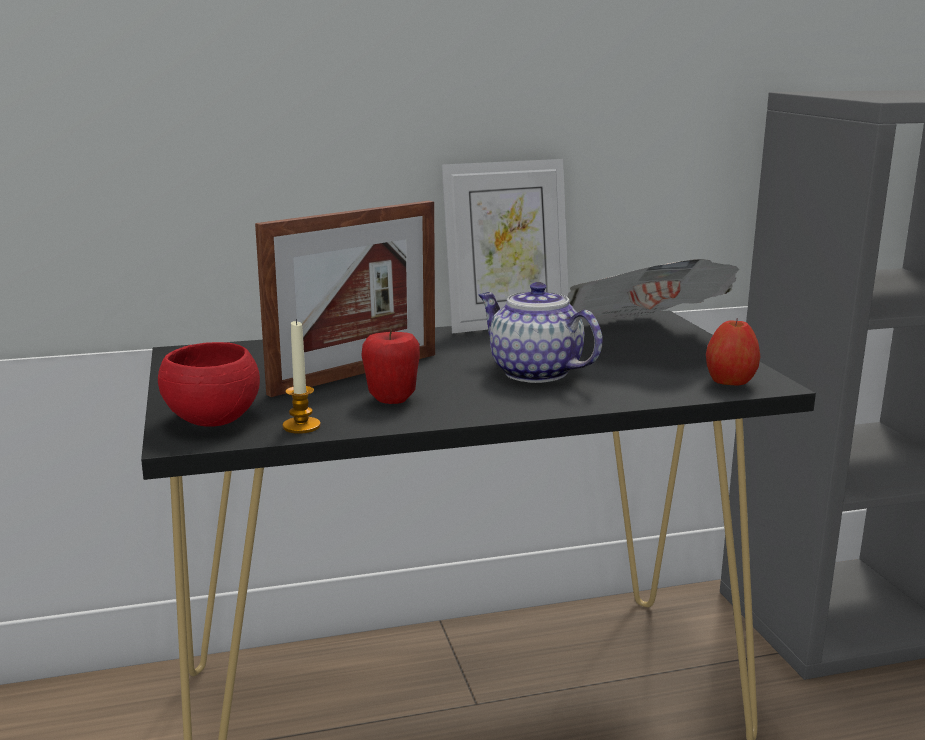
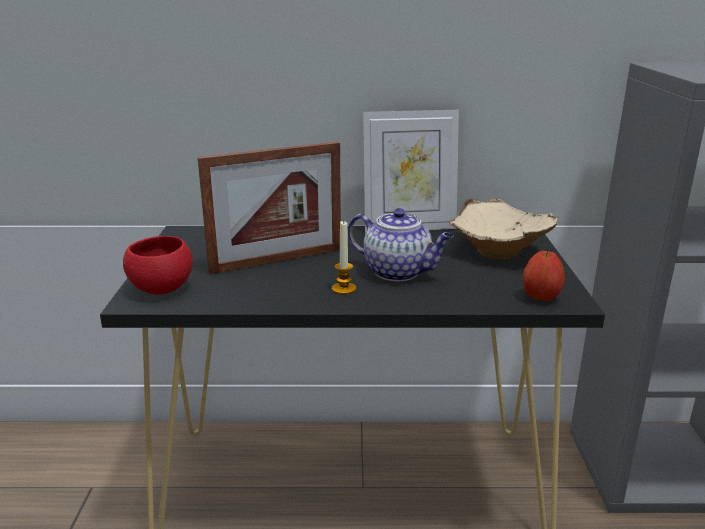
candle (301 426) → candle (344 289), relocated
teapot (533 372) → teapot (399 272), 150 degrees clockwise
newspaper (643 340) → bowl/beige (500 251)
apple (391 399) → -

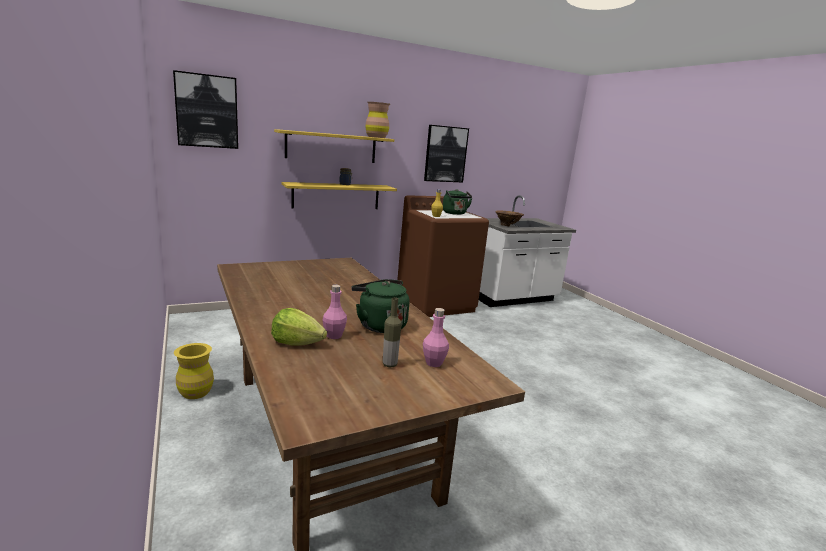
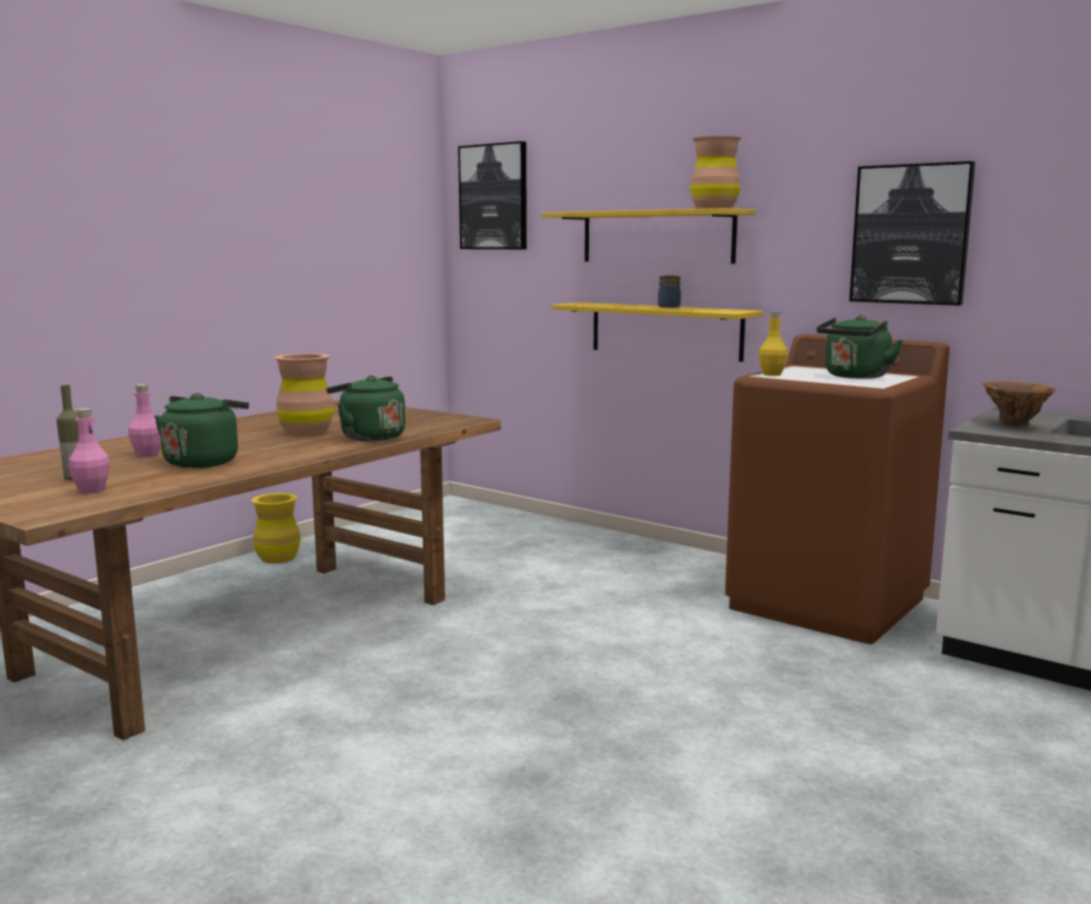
- → vase/brown (306 432)
- → kettle/green (369 437)
lettuce (297 343) → -

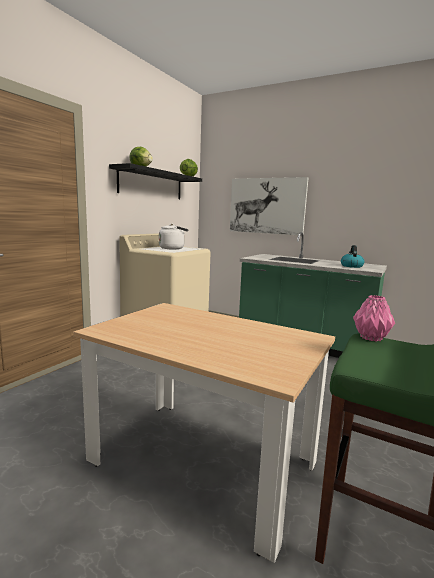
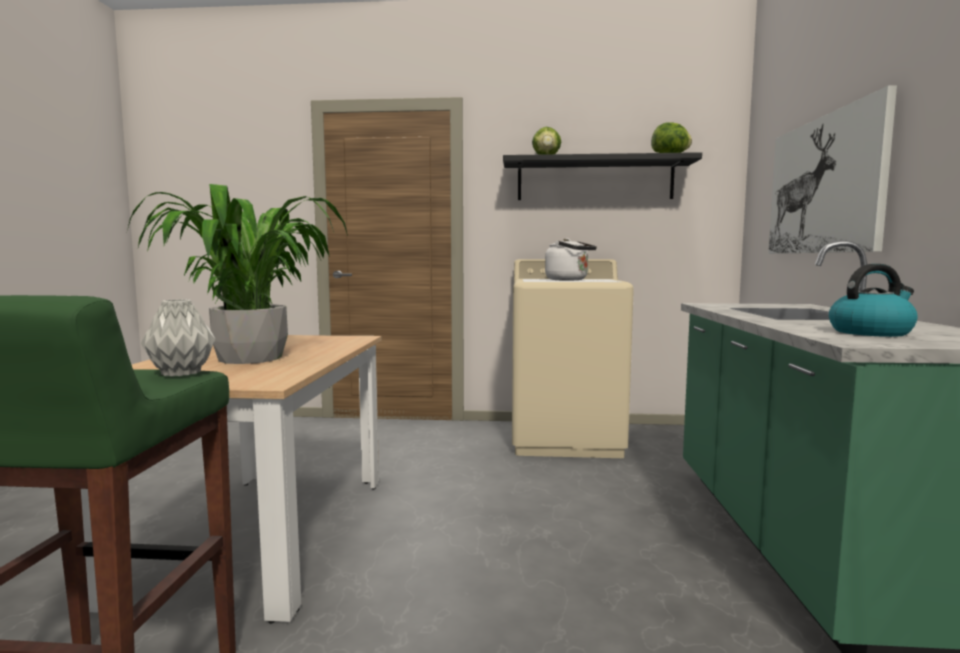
- → potted plant (252 358)
vase/pink (371 338) → vase/grey (180 373)

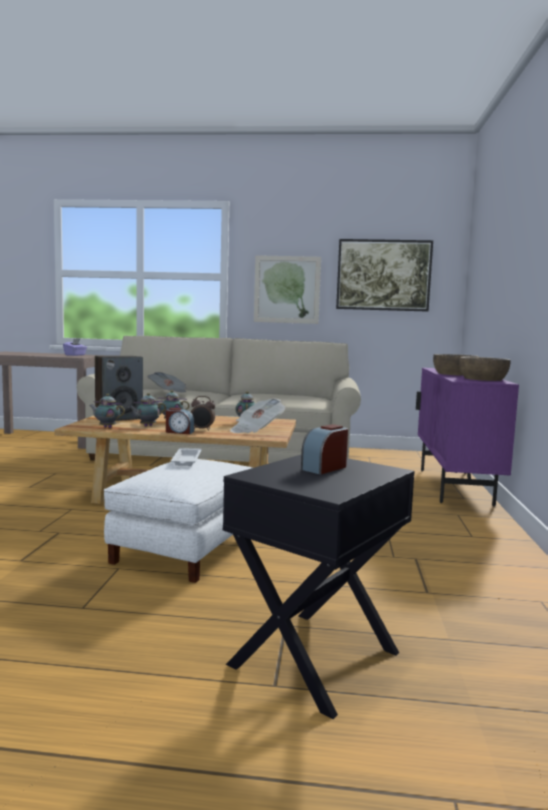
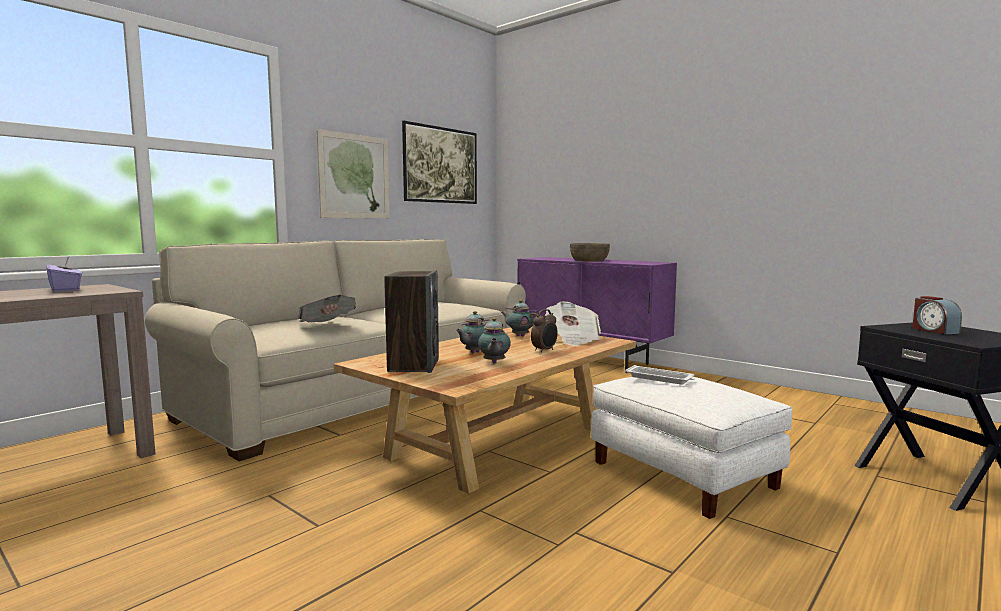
teapot (106 427) → -
alarm clock (179 432) → -
bowl/brown (483 379) → -

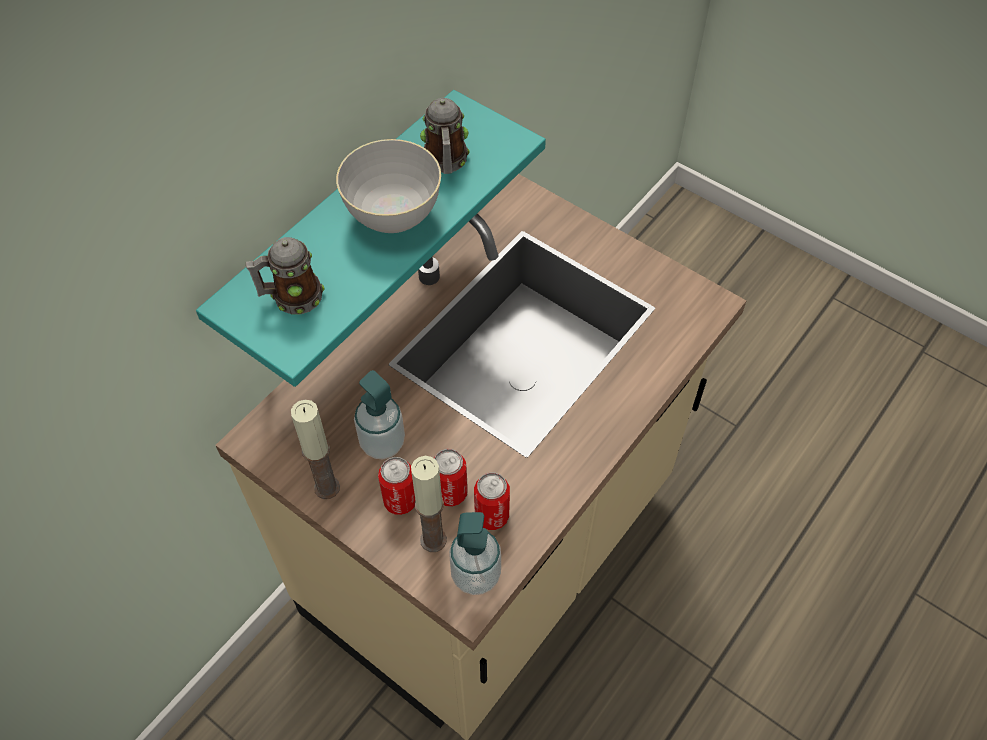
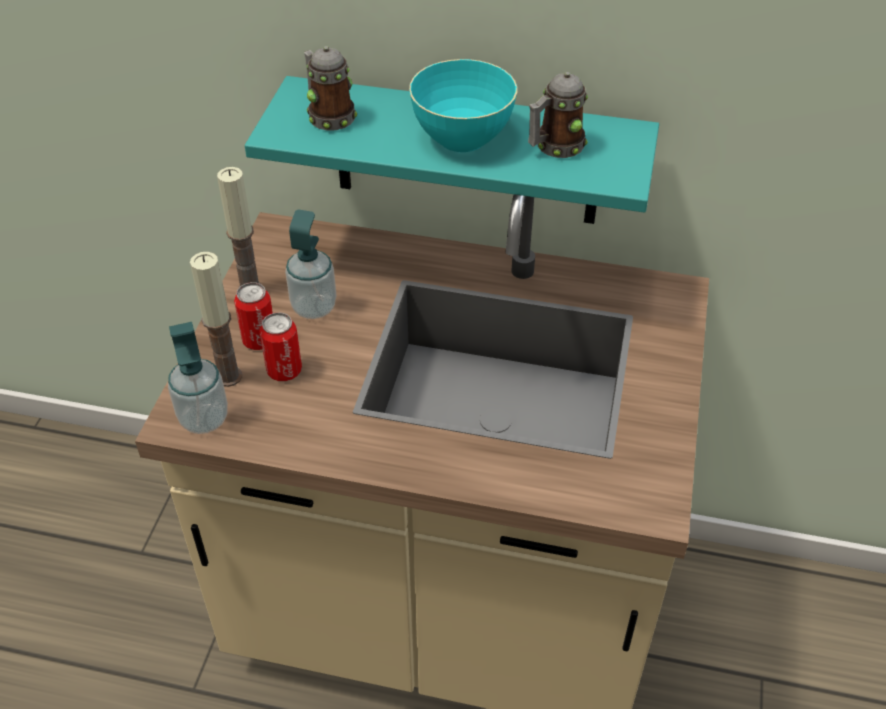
bowl/grey (393 215) → bowl/turquoise (462 138)
can (492 516) → -

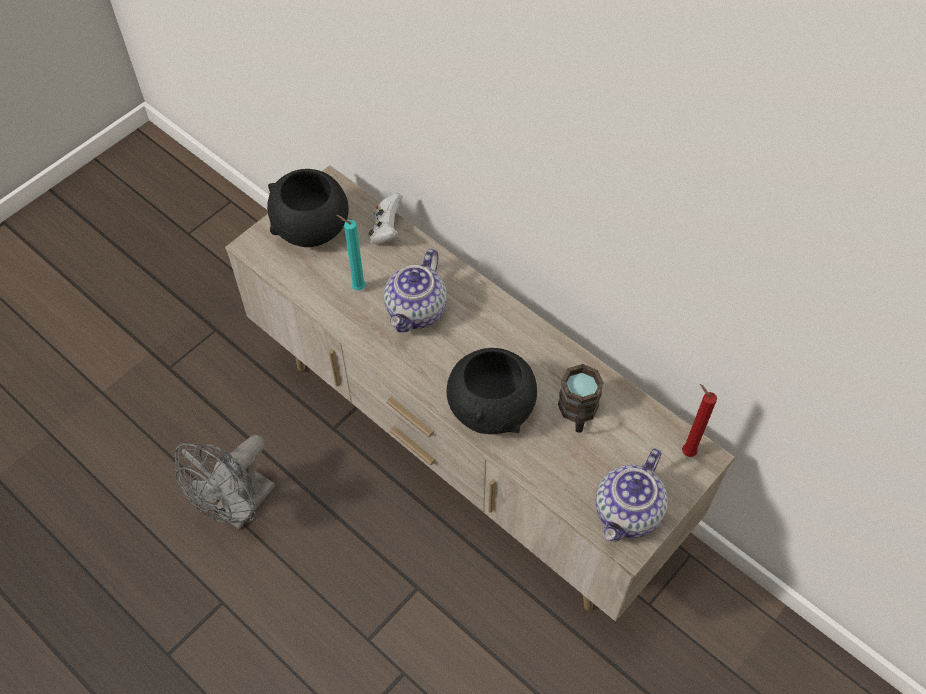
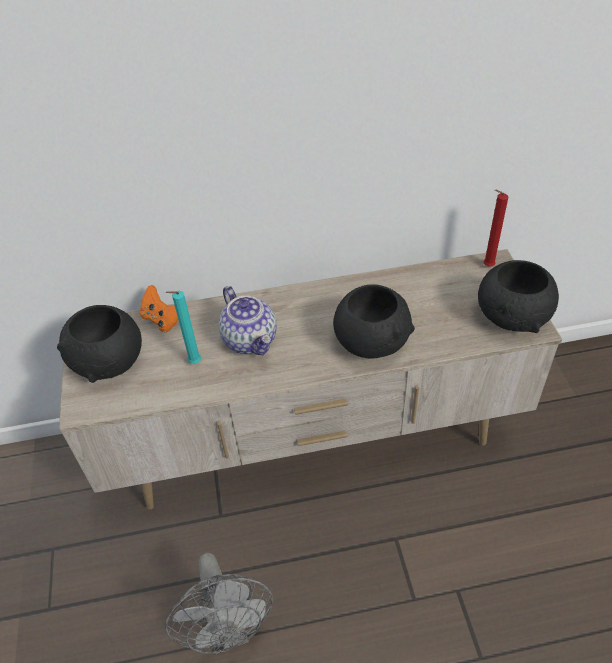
game controller/white (386 230) → game controller/orange (162 319)
teapot (628 513) → bowl/black (512 317)
mug/brown (578 413) → -

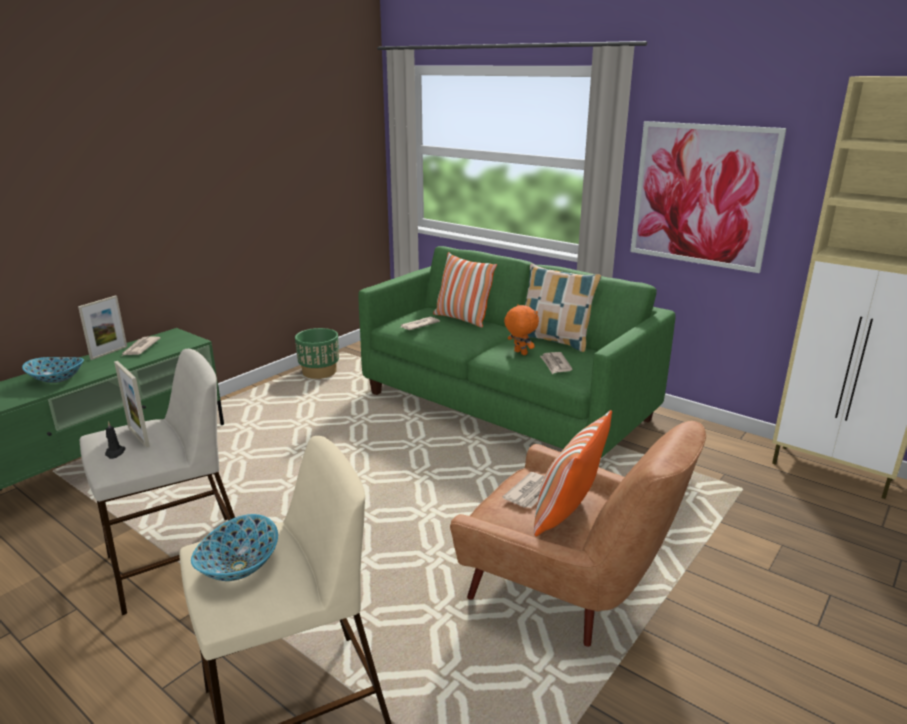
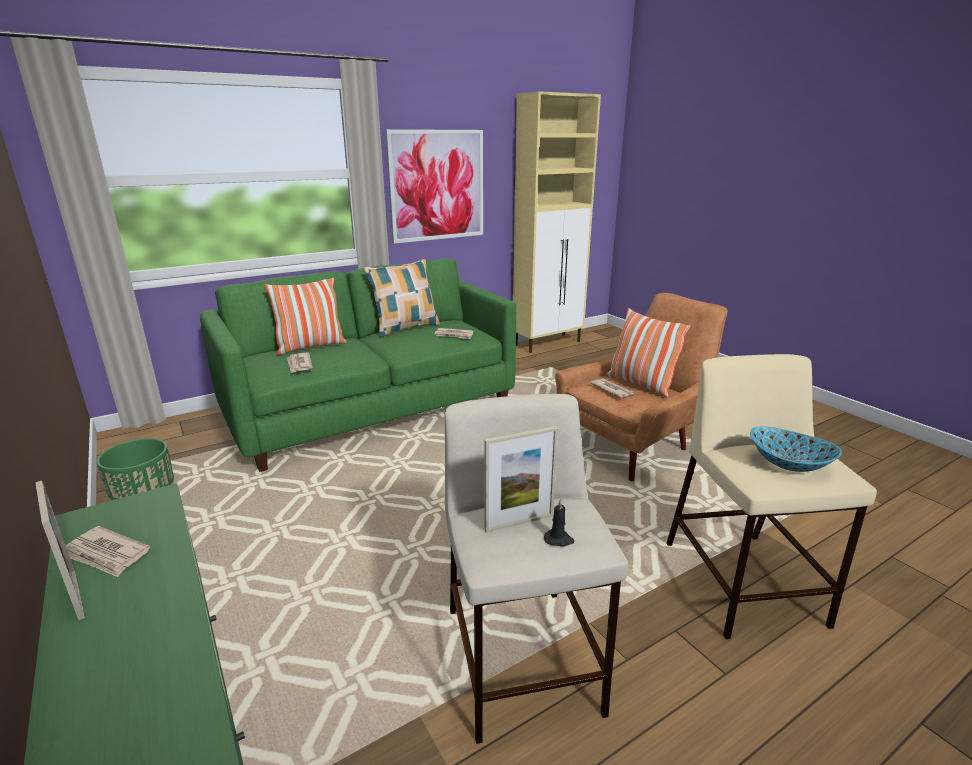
bowl (57 379) → -
plush toy/orange (519 353) → -

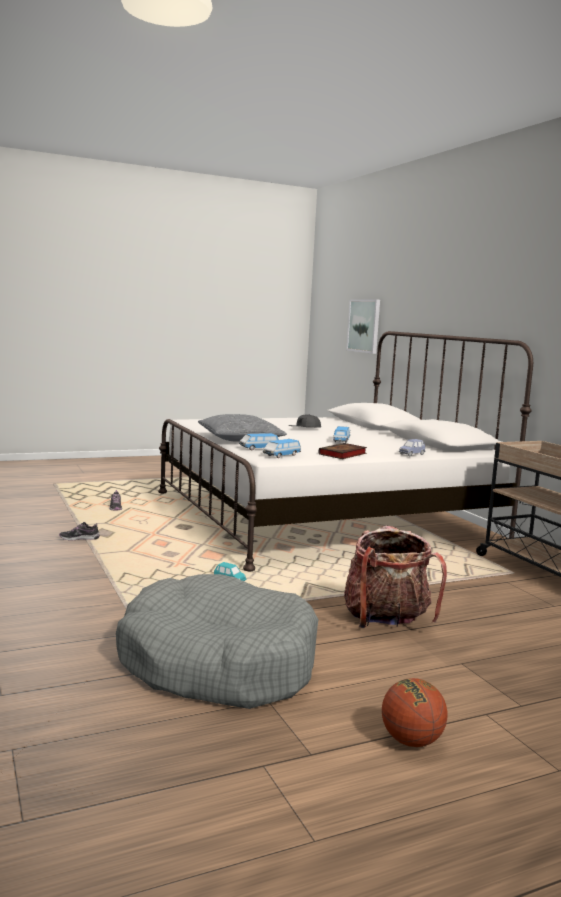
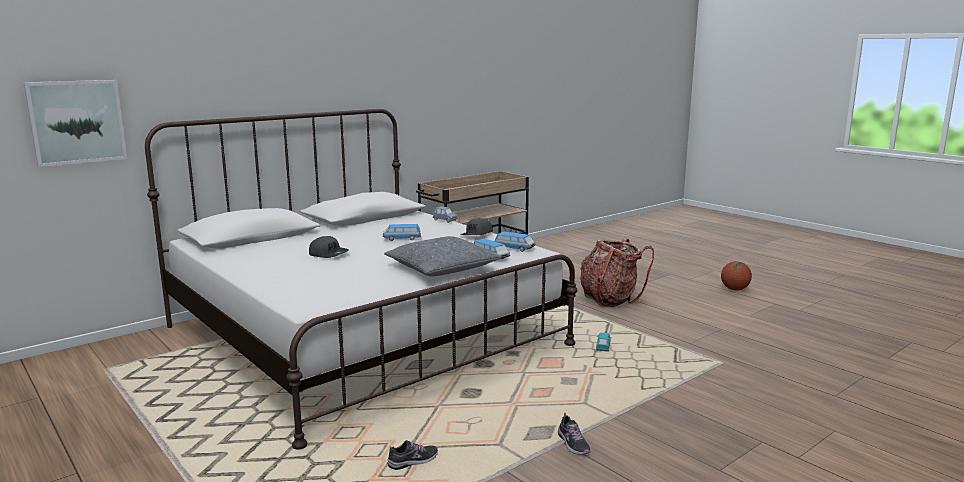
book (342 454) → cap/grey (477 235)
dog bed/grey (217 663) → -

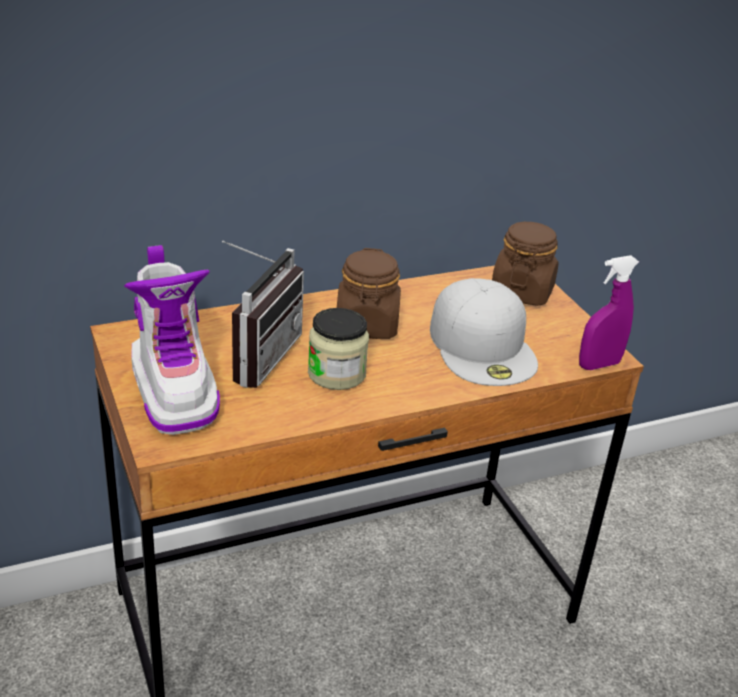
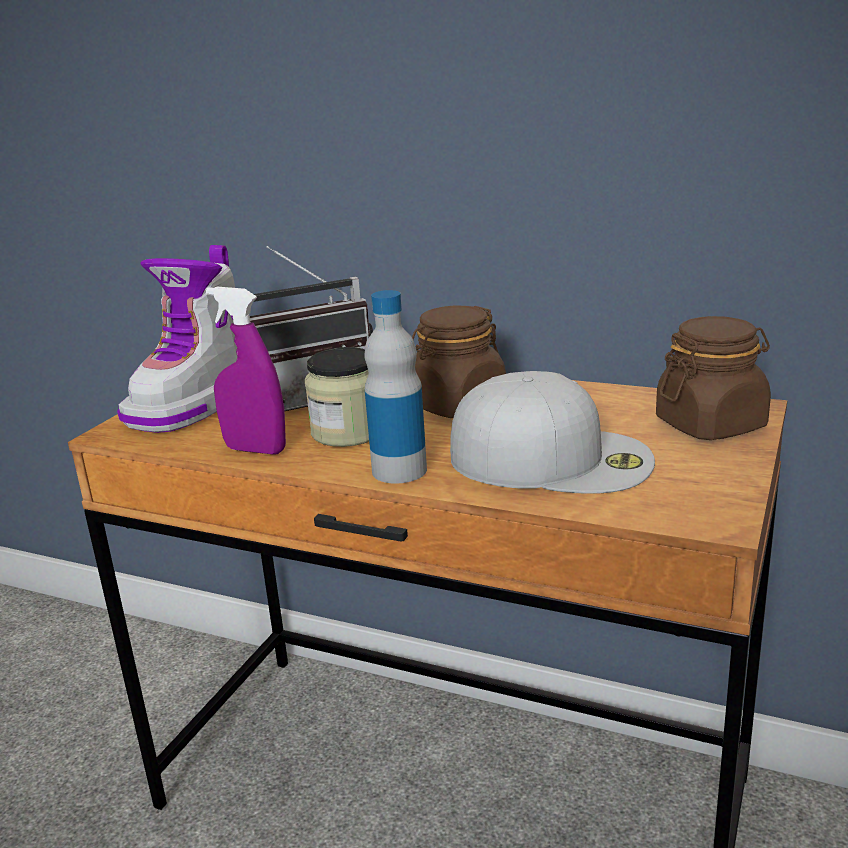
spray bottle/purple (599 365) → spray bottle/purple (255 450), relocated
- → bottle (399 470)
cap/white (483 346) → cap/white (552 458), 105 degrees counterclockwise

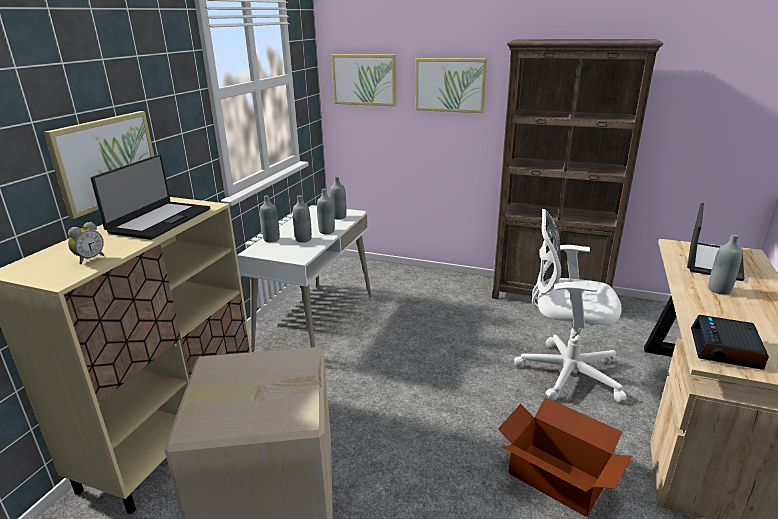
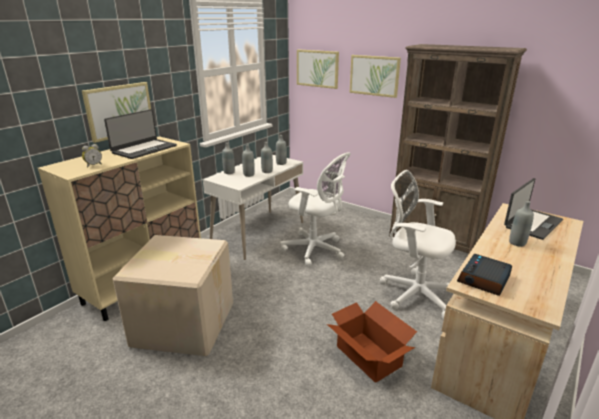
- → office chair/white (315 250)

